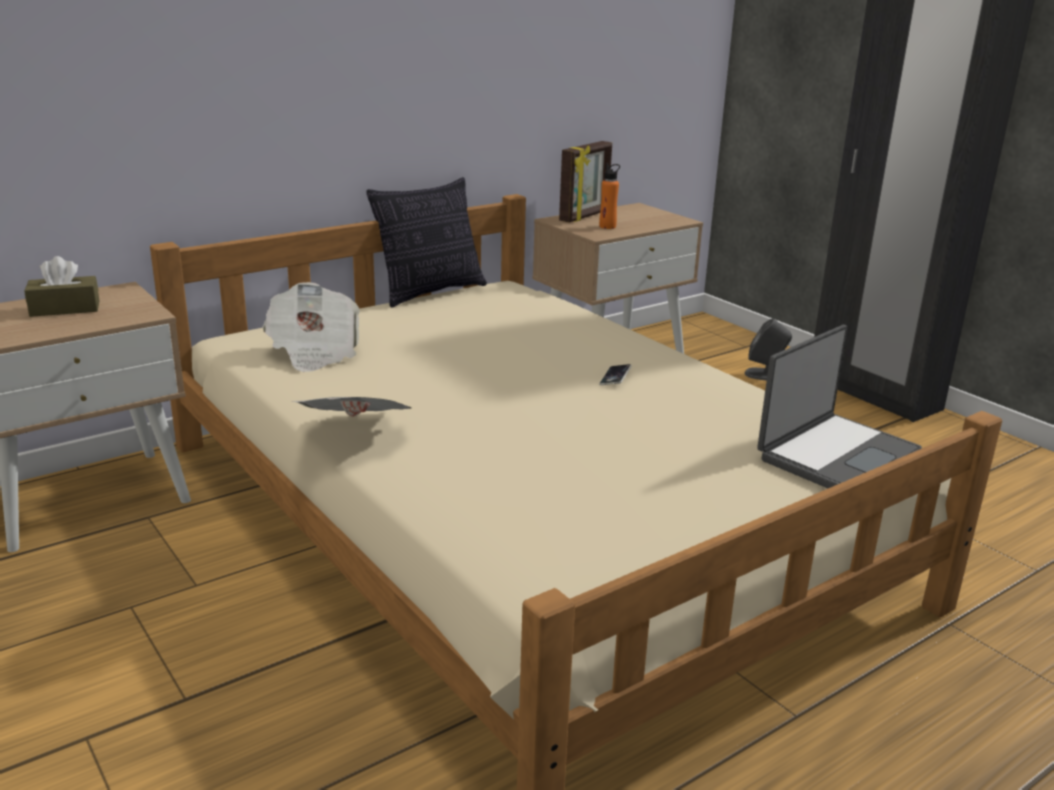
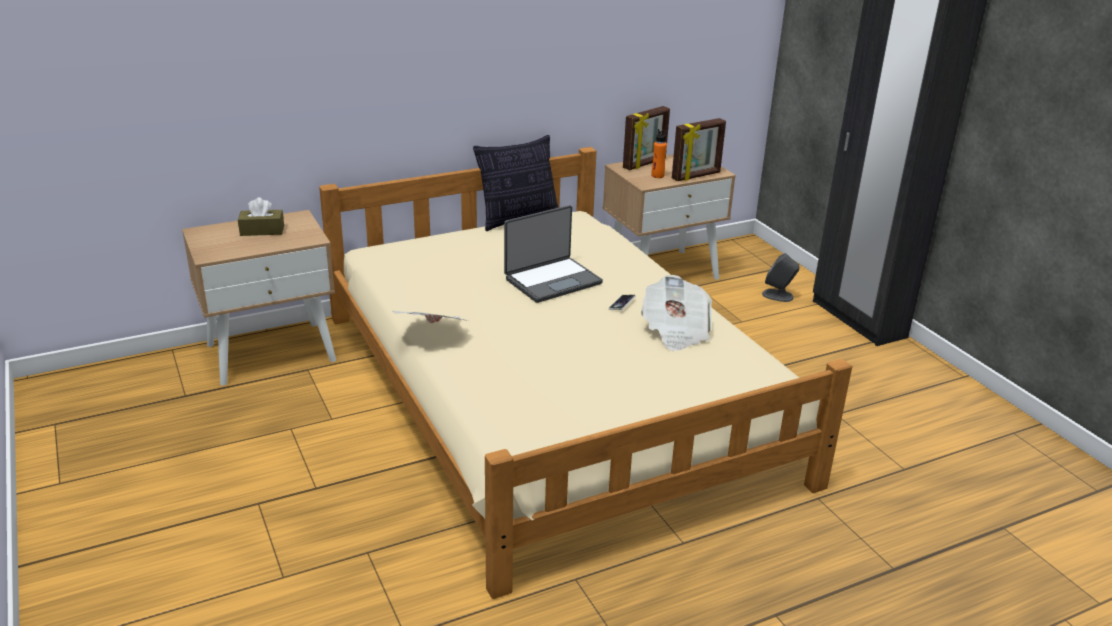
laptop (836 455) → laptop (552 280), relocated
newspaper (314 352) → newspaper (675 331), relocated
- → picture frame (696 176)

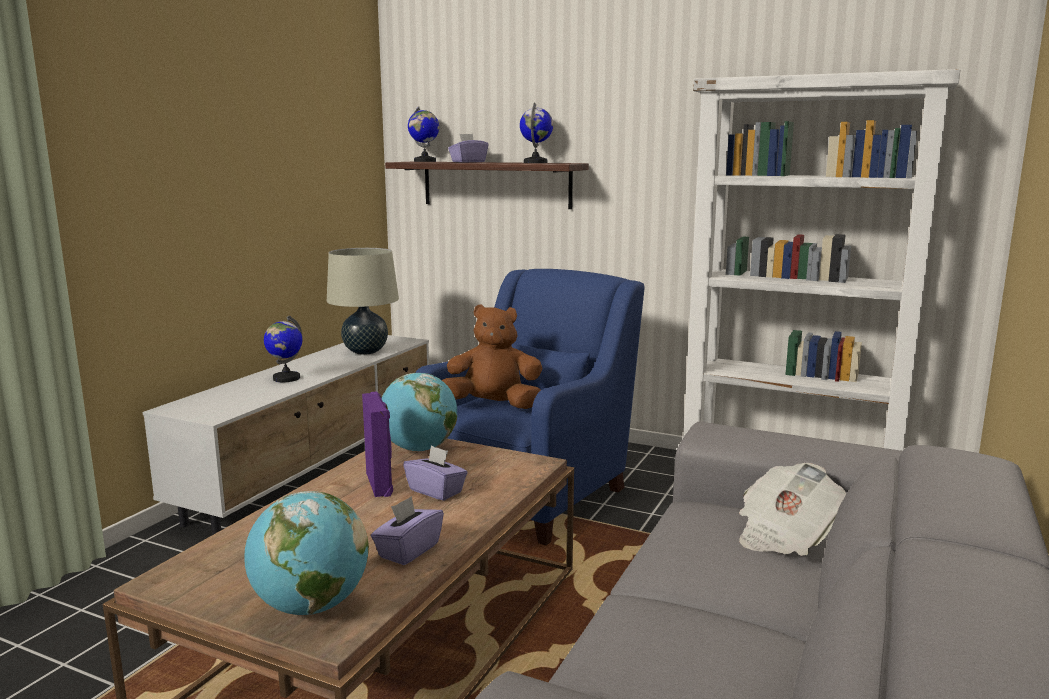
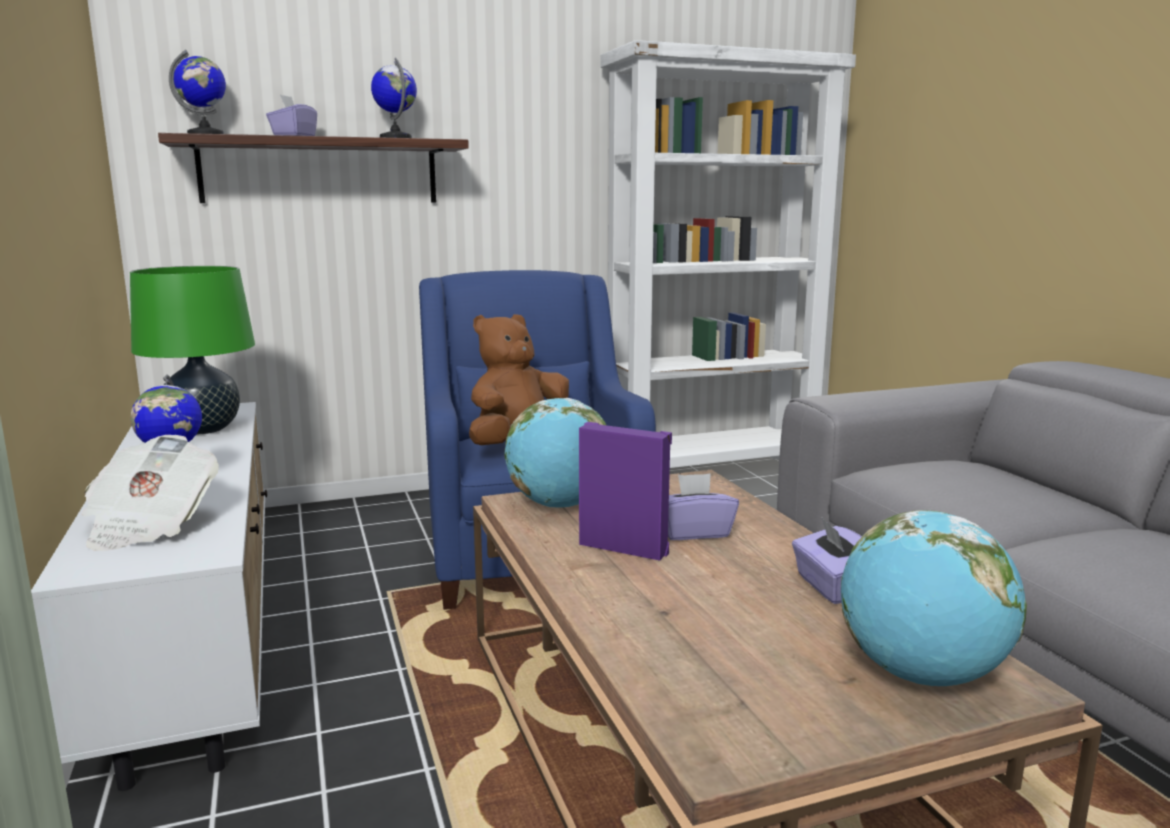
newspaper (785 535) → newspaper (150 525), relocated
table lamp/beige (365 351) → table lamp/green (204 429)

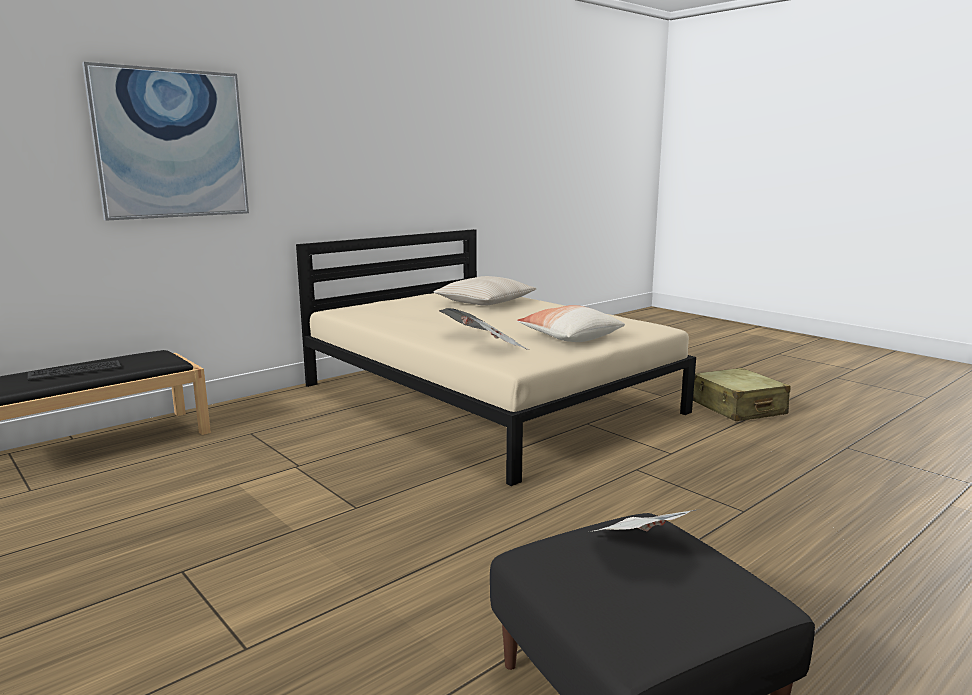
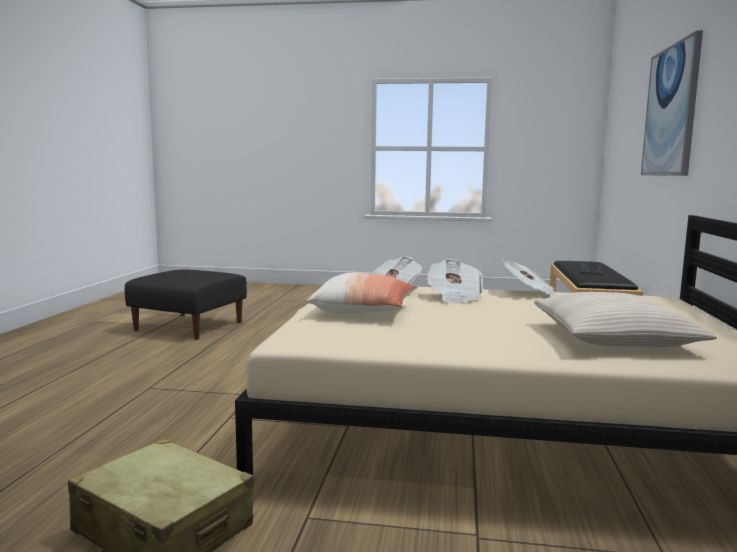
newspaper (641 546) → newspaper (529 293), relocated

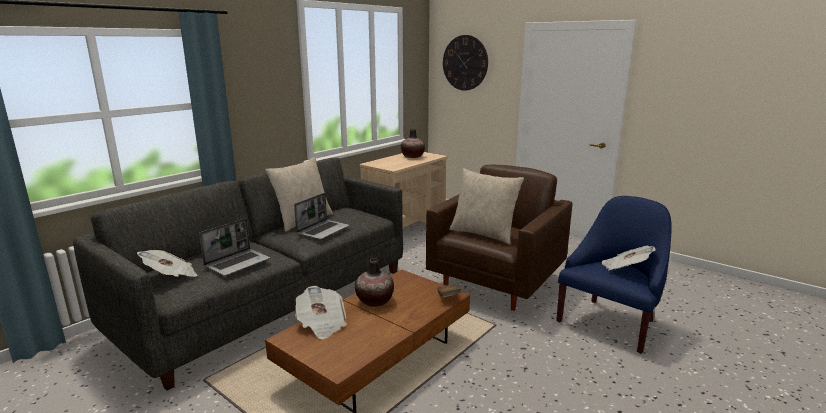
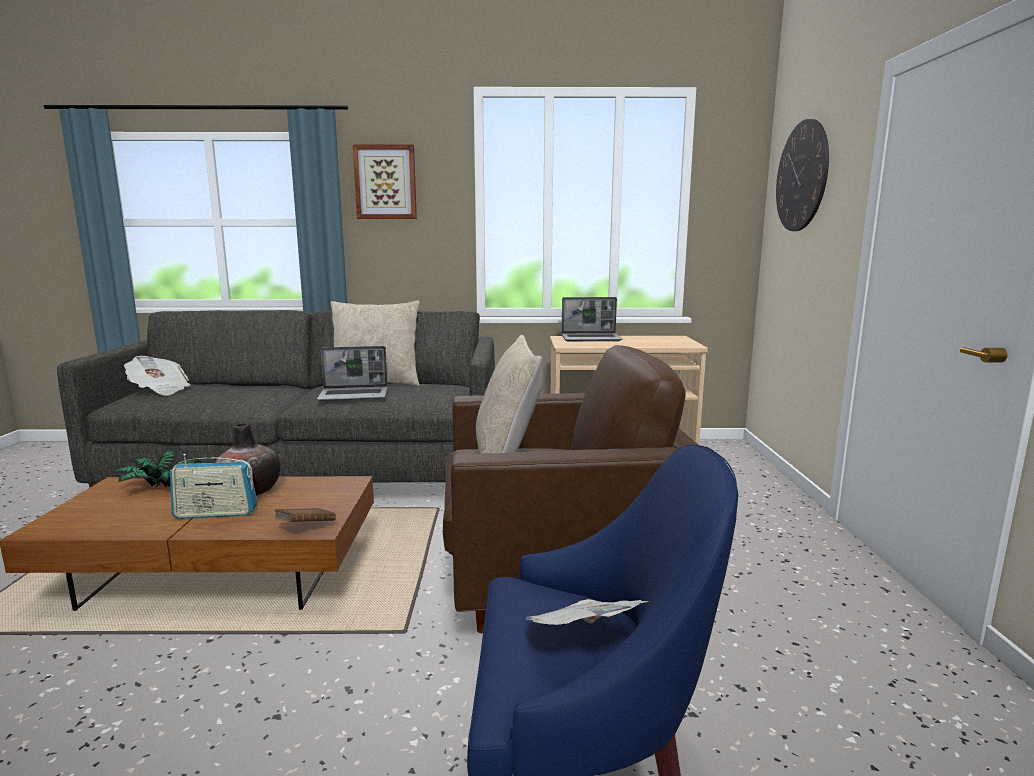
newspaper (321 324) → potted plant (161 487)
- → radio (216 513)
- → picture (385 182)
laptop (238 263) → laptop (591 339), relocated
vase (412 156) → -

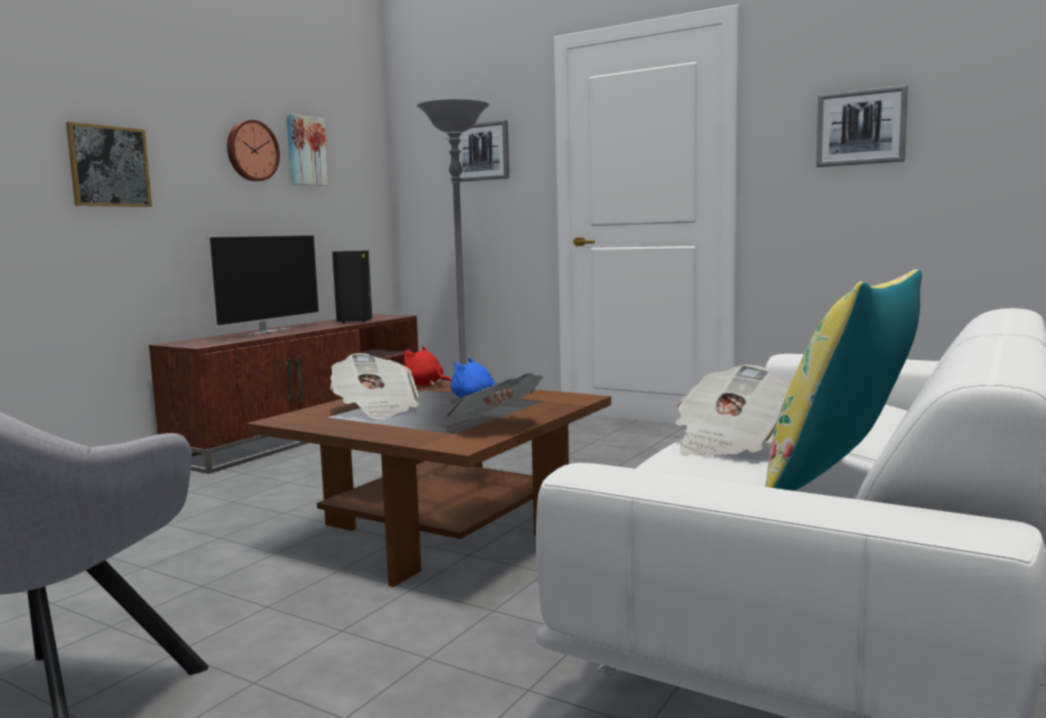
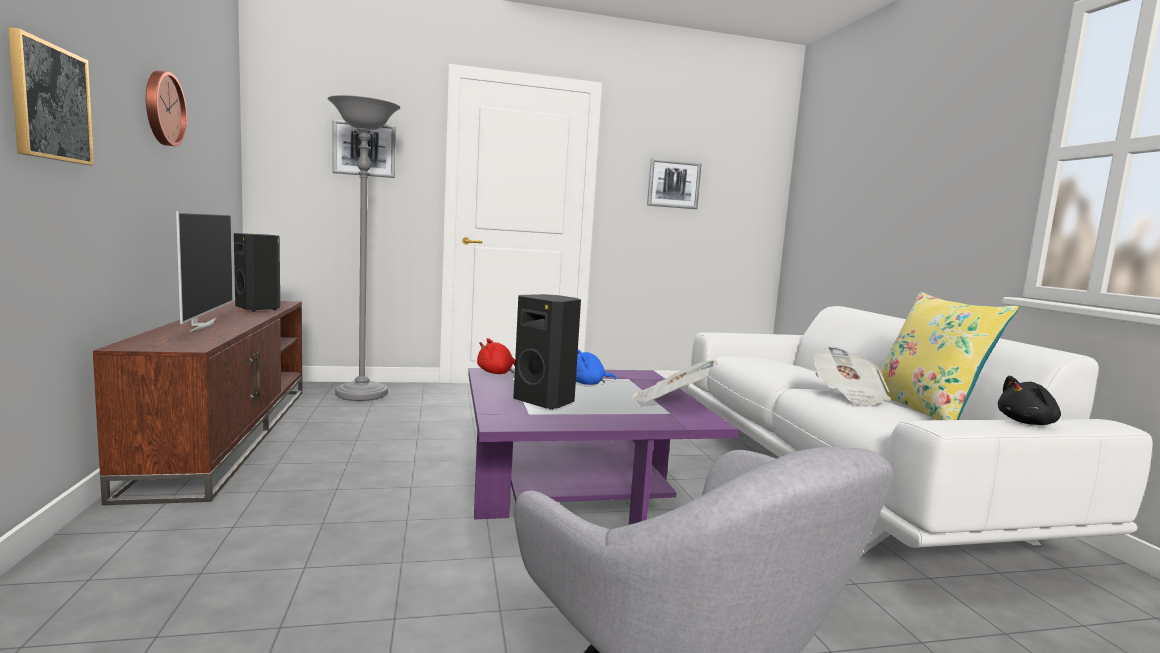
coffee table/brown (443 532) → coffee table/purple (578 498)
newspaper (376 410) → speaker/black (545 401)
- → plush toy/black (1028 423)
picture (305 151) → -

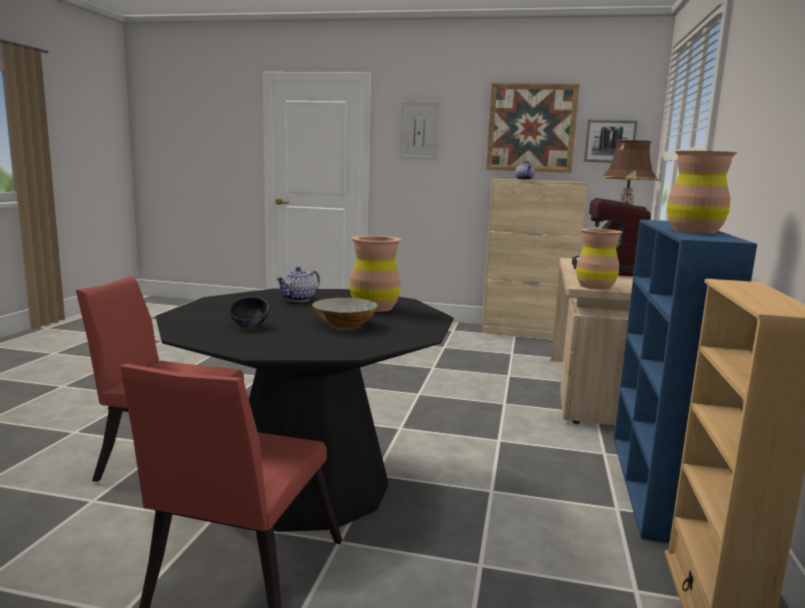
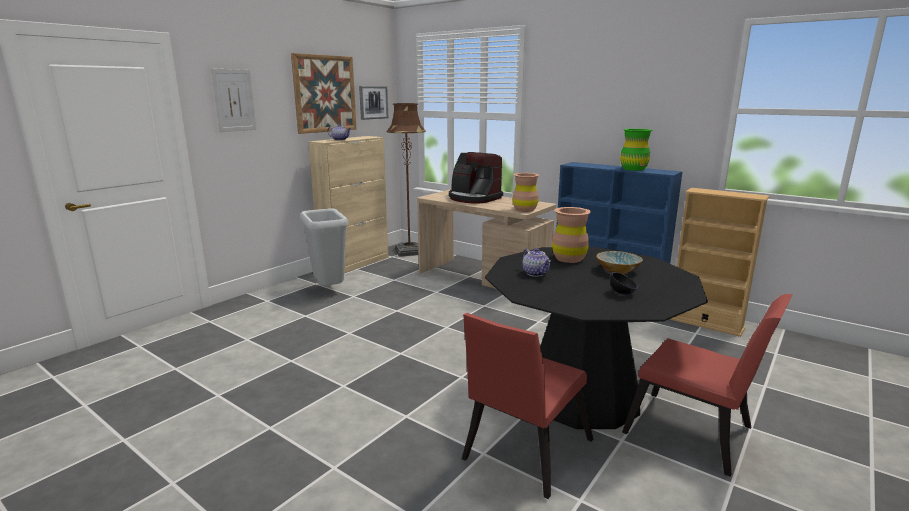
- → trash can/grey (330 290)
vase/brown (694 231) → vase/green (633 169)

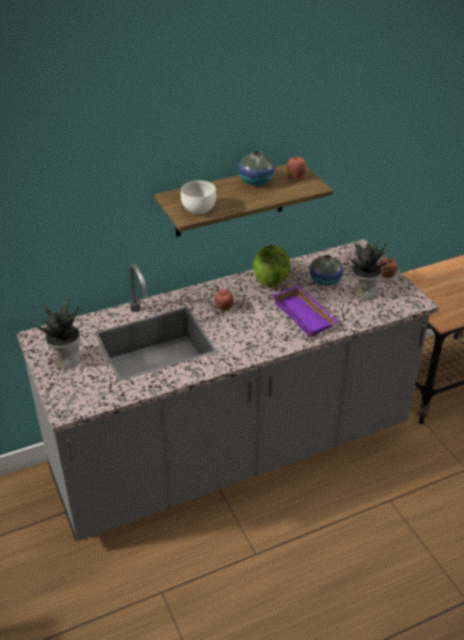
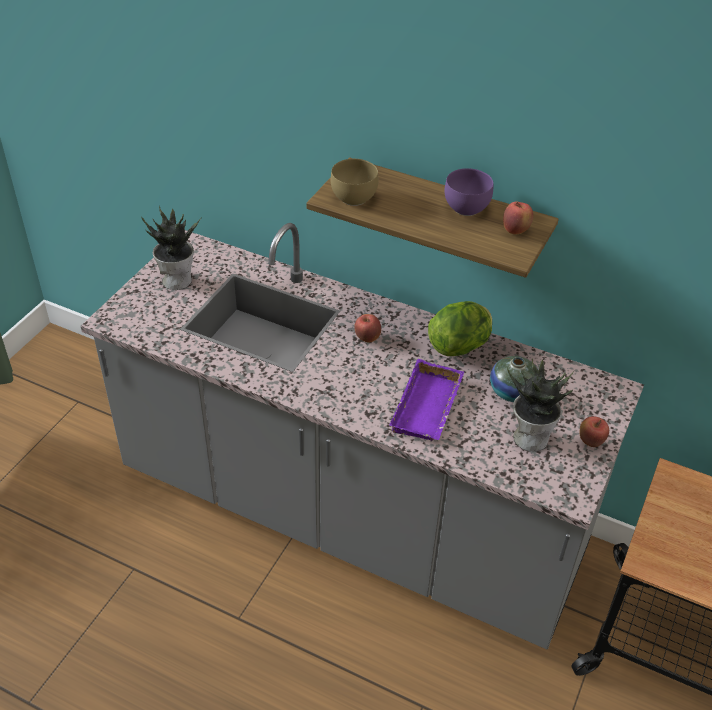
bowl/white (198 210) → bowl/brown (352 199)
vase (256 181) → bowl/purple (464 208)

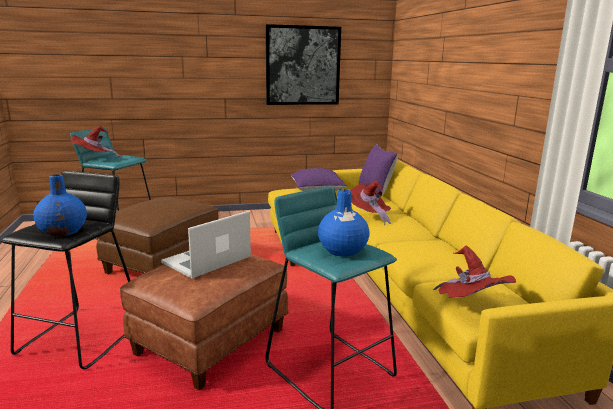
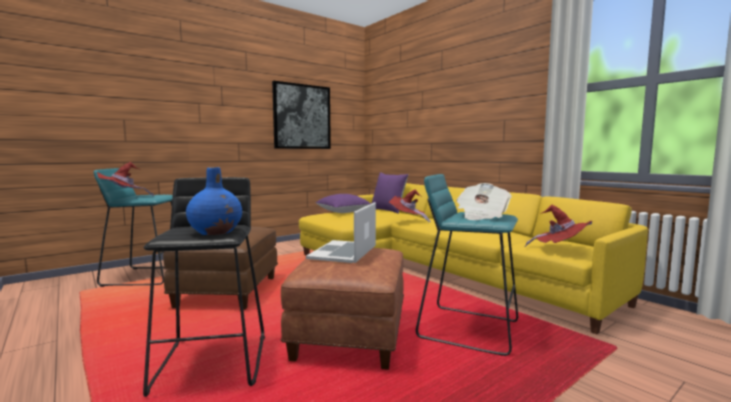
vase/blue (342 250) → newspaper (481 216)

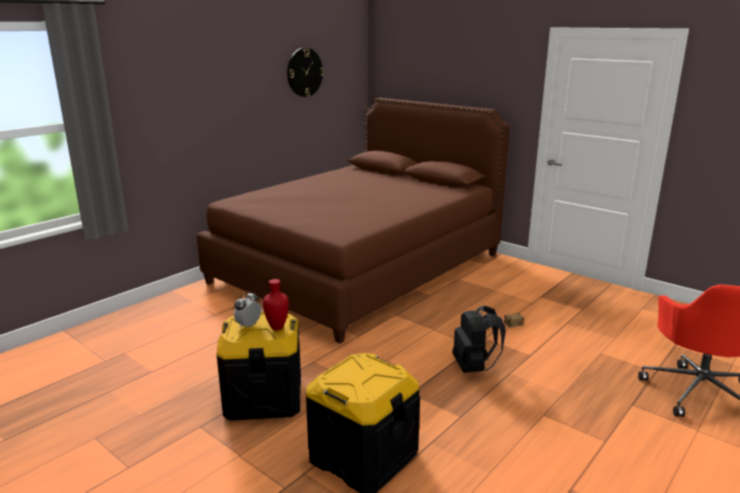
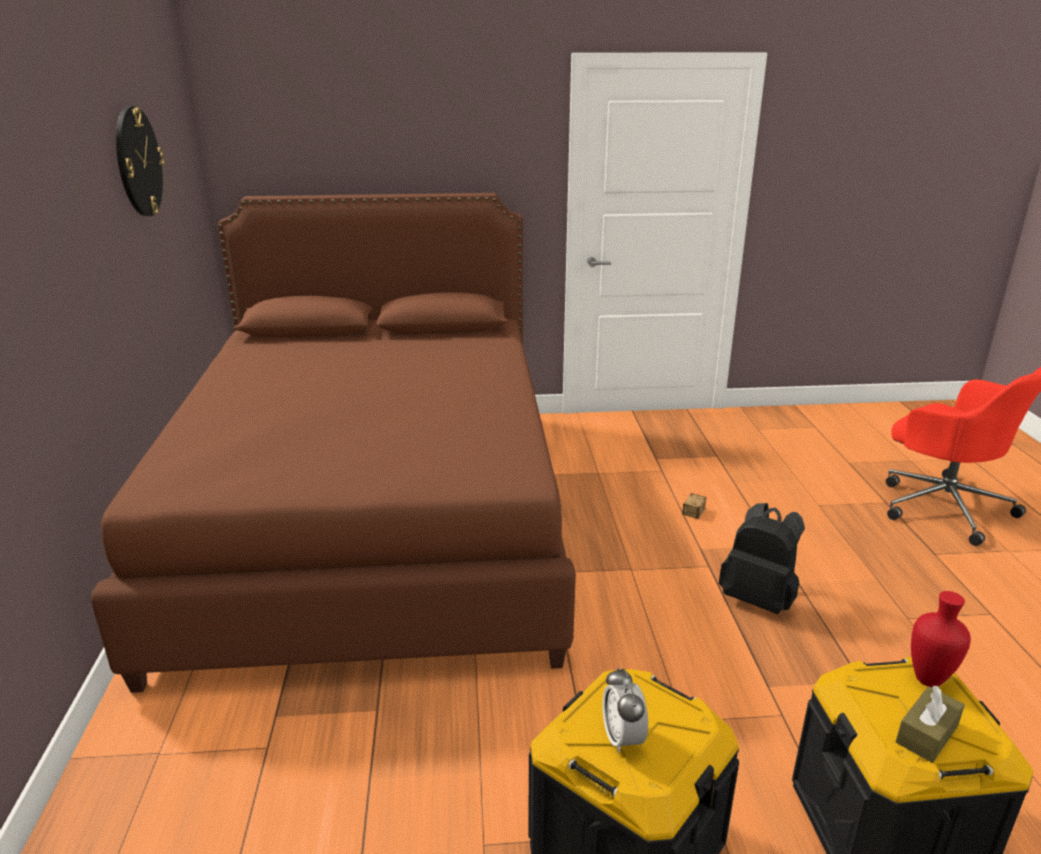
- → tissue box/brown (927 734)
vase/red (276 327) → vase/red (926 680), relocated

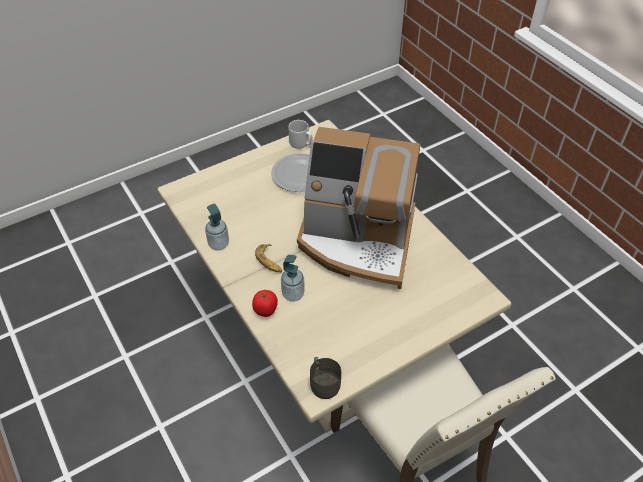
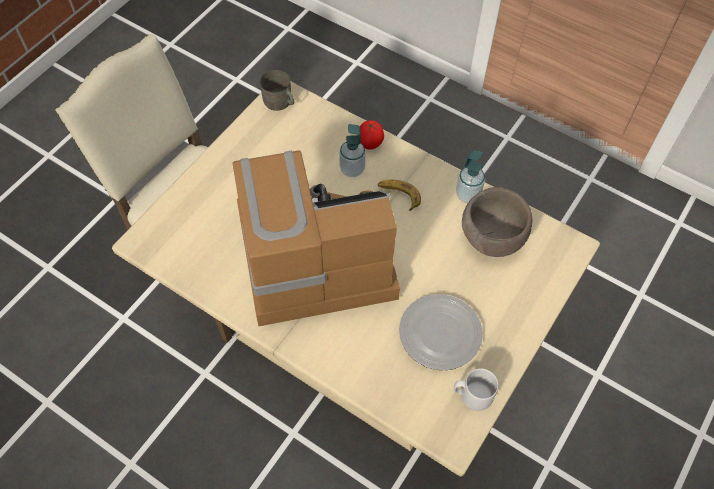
- → bowl/brown (491 238)

